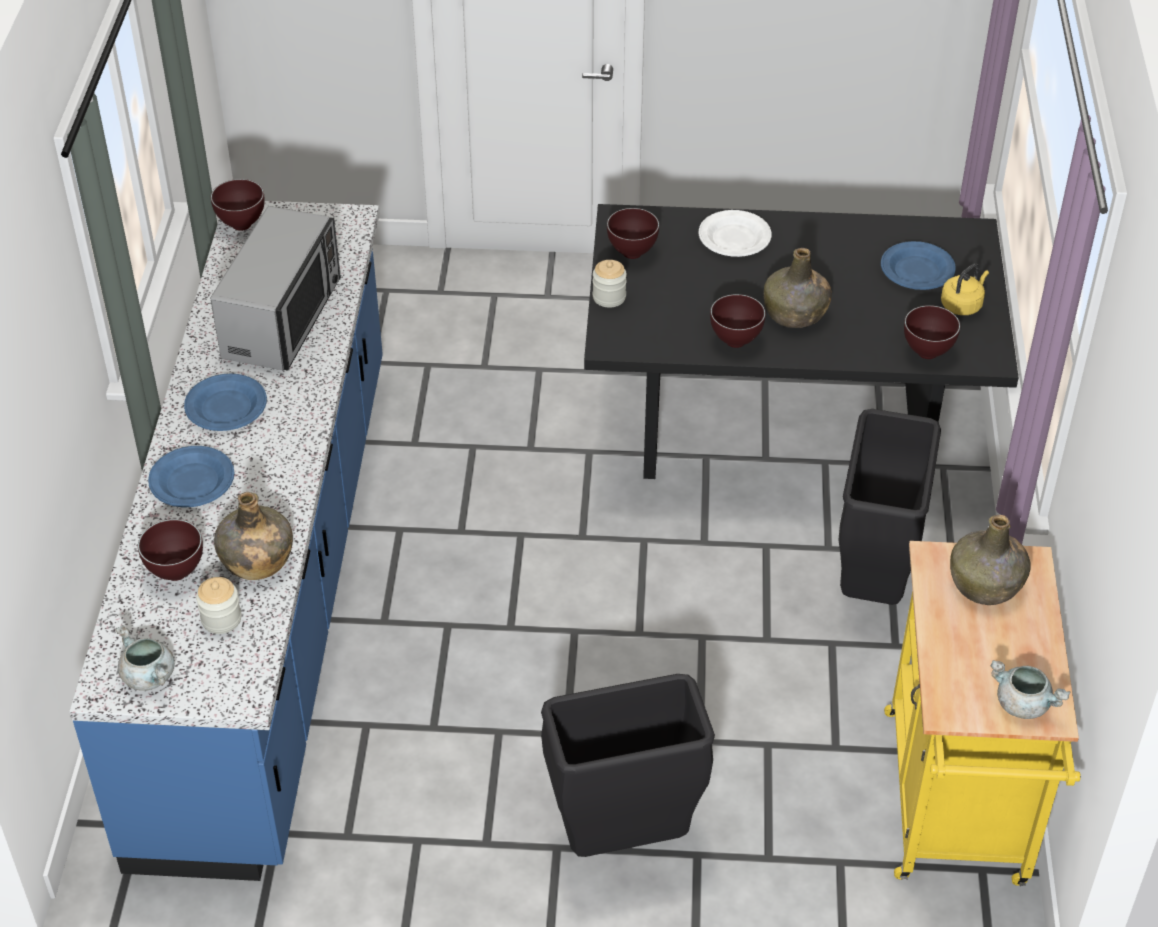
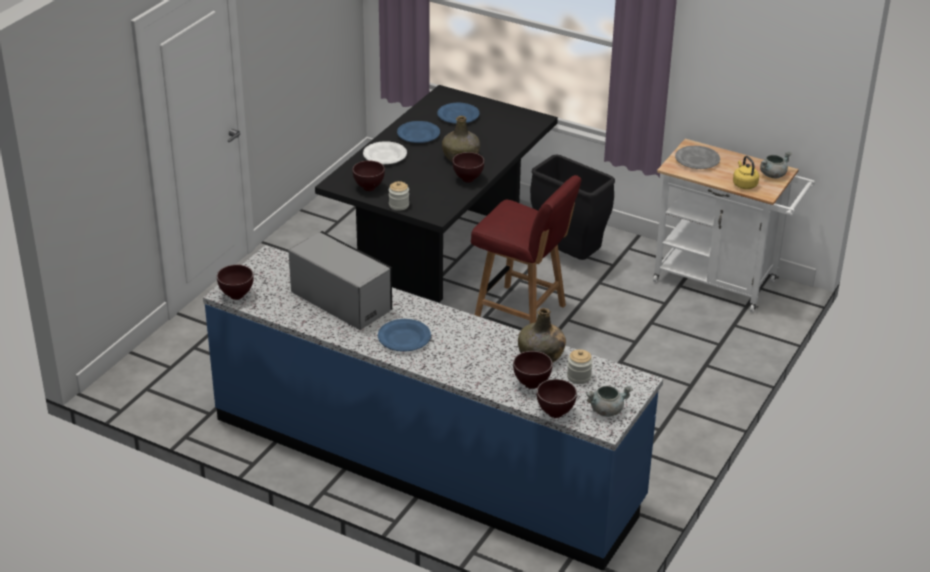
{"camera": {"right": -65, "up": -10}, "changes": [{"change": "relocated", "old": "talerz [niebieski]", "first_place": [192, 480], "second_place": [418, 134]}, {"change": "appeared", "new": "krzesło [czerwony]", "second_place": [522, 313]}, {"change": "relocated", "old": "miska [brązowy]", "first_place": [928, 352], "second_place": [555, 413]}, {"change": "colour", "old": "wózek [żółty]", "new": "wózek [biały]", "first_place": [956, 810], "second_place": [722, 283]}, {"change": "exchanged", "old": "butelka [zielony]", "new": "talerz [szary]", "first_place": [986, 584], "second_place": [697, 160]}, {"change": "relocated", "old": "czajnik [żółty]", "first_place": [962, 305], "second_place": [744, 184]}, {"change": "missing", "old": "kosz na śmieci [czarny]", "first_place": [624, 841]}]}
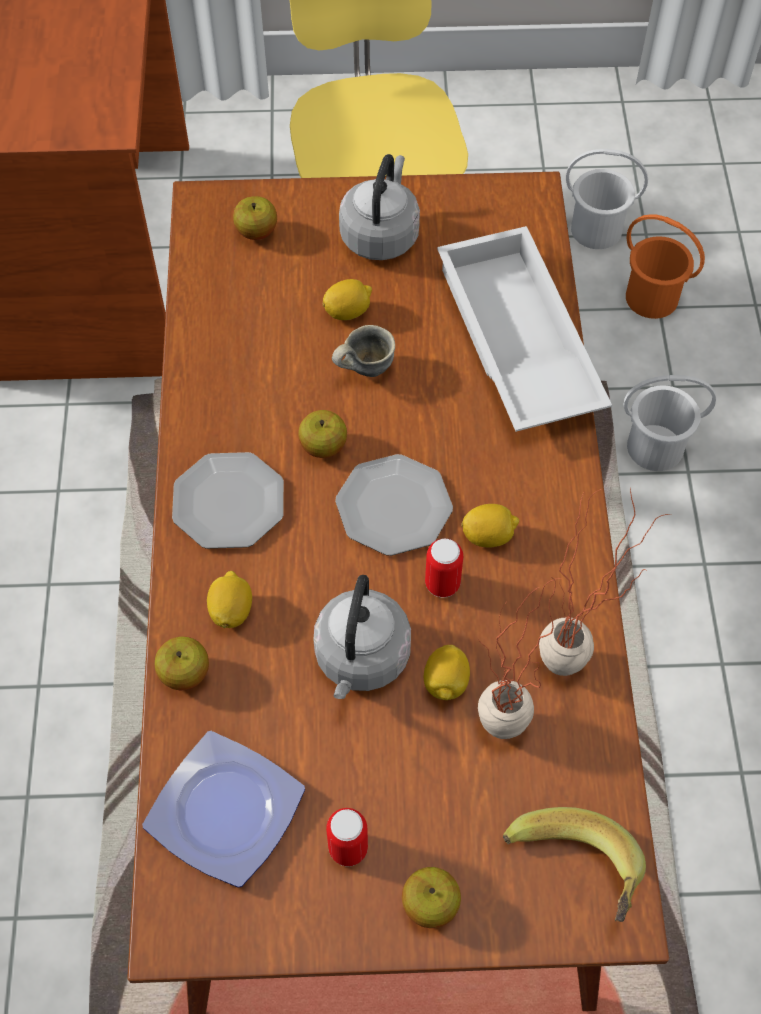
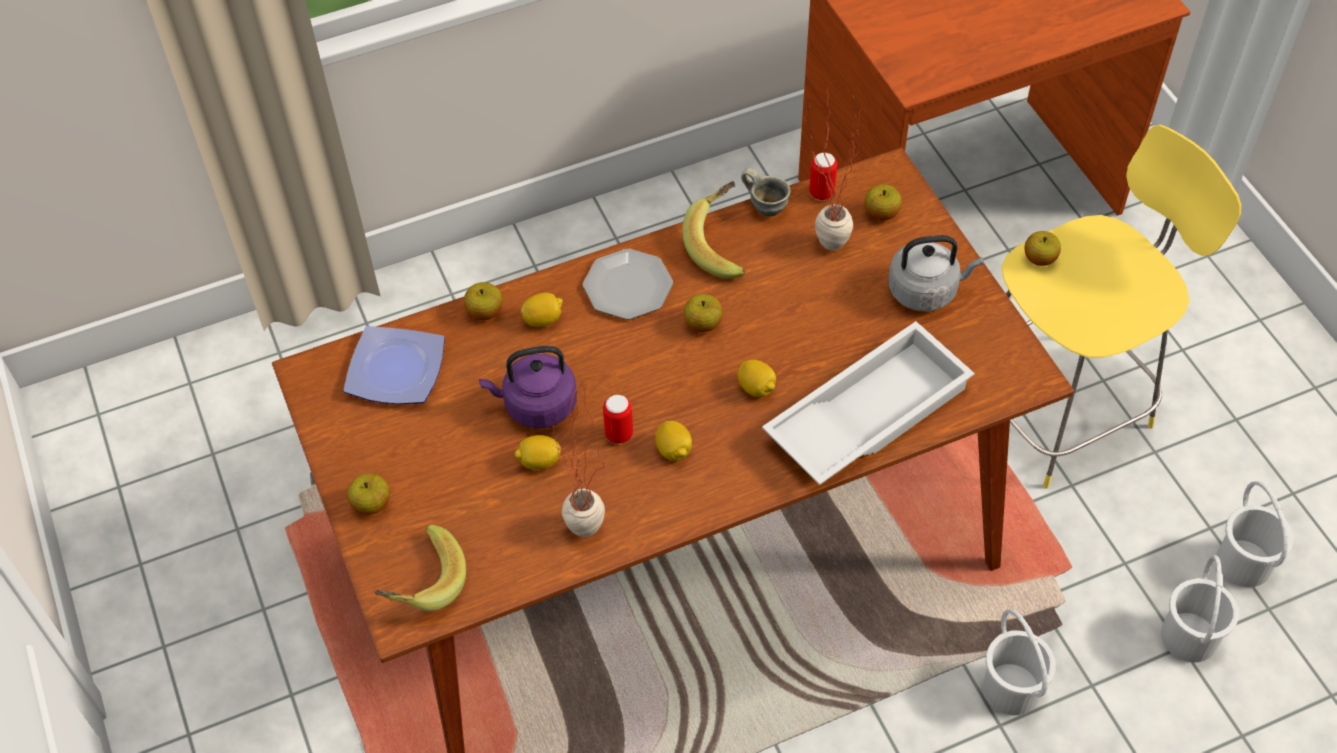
{"camera": {"right": 70, "up": -5}, "changes": [{"change": "colour", "old": "czajnik [szary]", "new": "czajnik [fioletowy]", "first_place": [361, 659], "second_place": [536, 406]}, {"change": "appeared", "new": "banan", "second_place": [723, 245]}, {"change": "relocated", "old": "cytryna", "first_place": [348, 311], "second_place": [756, 388]}, {"change": "relocated", "old": "kubek [szary]", "first_place": [364, 368], "second_place": [766, 206]}, {"change": "relocated", "old": "roślina doniczkowa", "first_place": [495, 740], "second_place": [820, 244]}, {"change": "relocated", "old": "puszka", "first_place": [348, 848], "second_place": [821, 193]}, {"change": "appeared", "new": "jabłko", "second_place": [1039, 258]}, {"change": "colour", "old": "wiadro [pomarańczowy]", "new": "wiadro [biały]", "first_place": [651, 297], "second_place": [1190, 636]}, {"change": "missing", "old": "talerz", "first_place": [395, 507]}]}
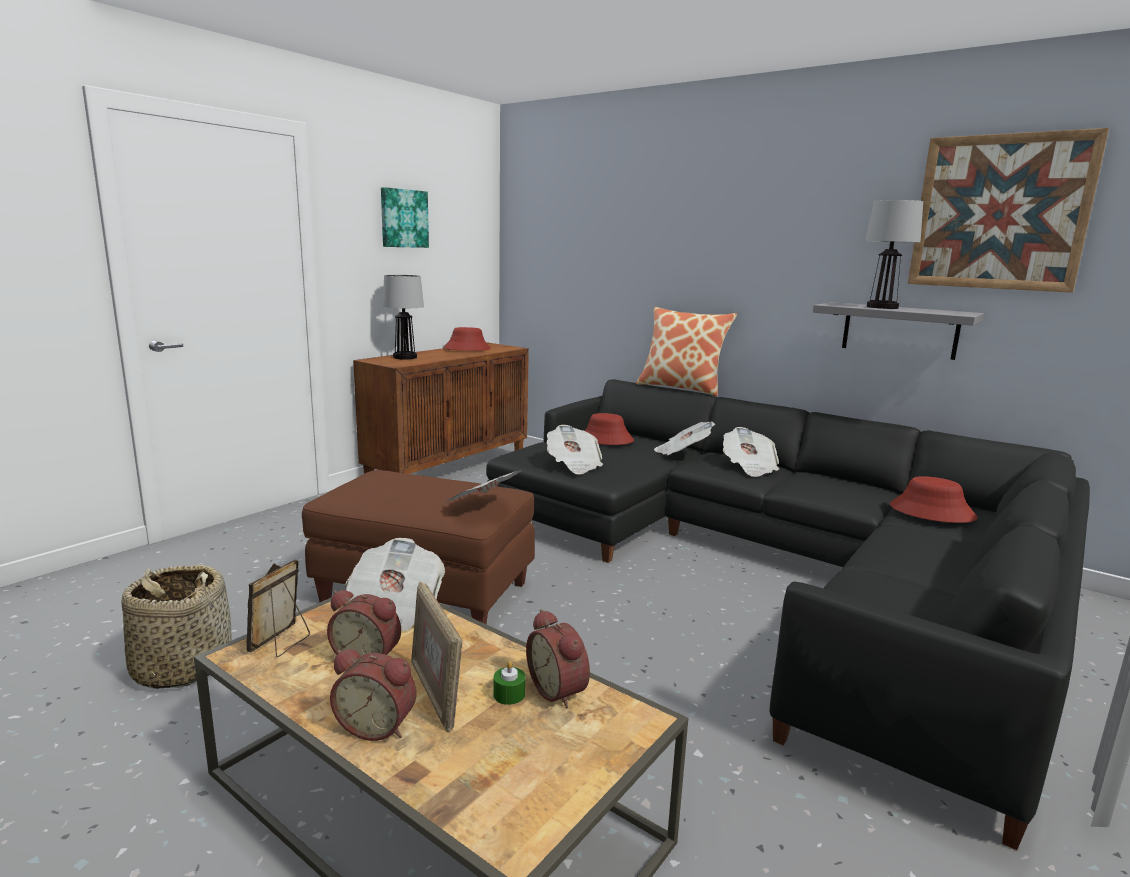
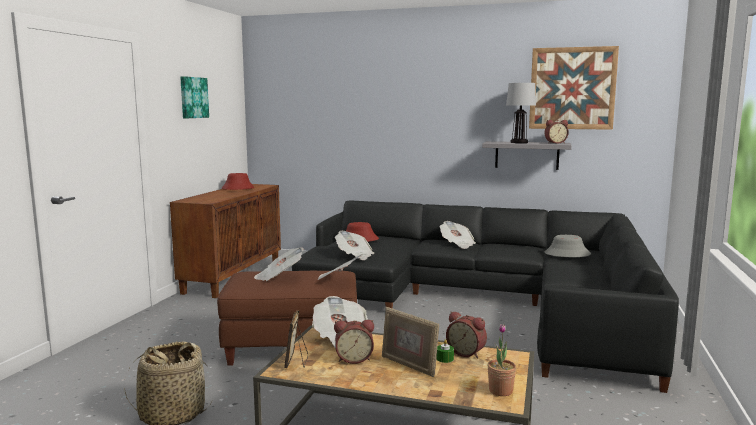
{"camera": {"right": -20, "up": -5}, "changes": [{"change": "relocated", "old": "gazeta", "first_place": [682, 453], "second_place": [279, 277]}, {"change": "appeared", "new": "roślina doniczkowa", "second_place": [500, 391]}, {"change": "relocated", "old": "budzik", "first_place": [377, 725], "second_place": [555, 143]}, {"change": "colour", "old": "kapelusz [czerwony]", "new": "kapelusz [szary]", "first_place": [931, 512], "second_place": [567, 254]}, {"change": "missing", "old": "lampa stołowa", "first_place": [404, 357]}, {"change": "missing", "old": "poduszka", "first_place": [681, 388]}]}
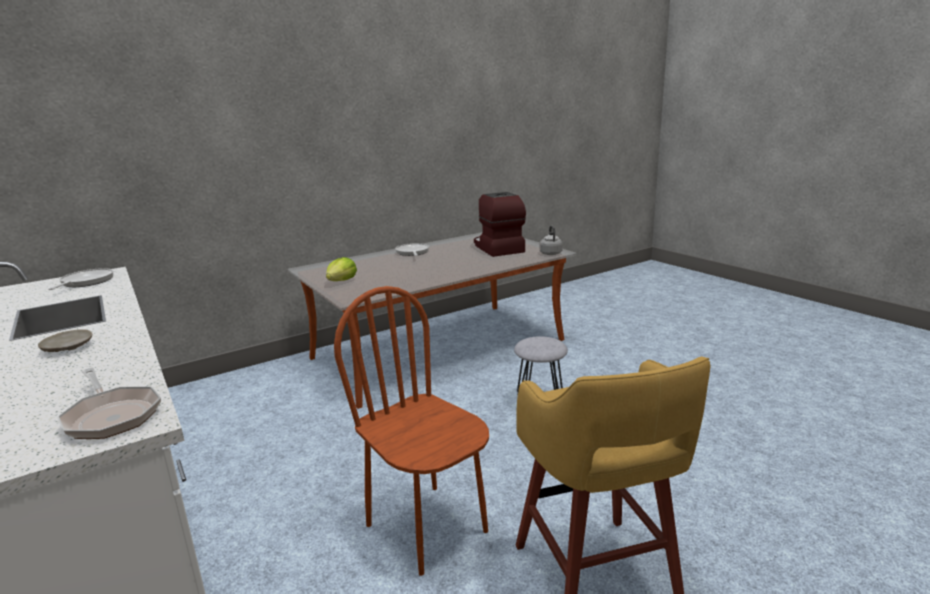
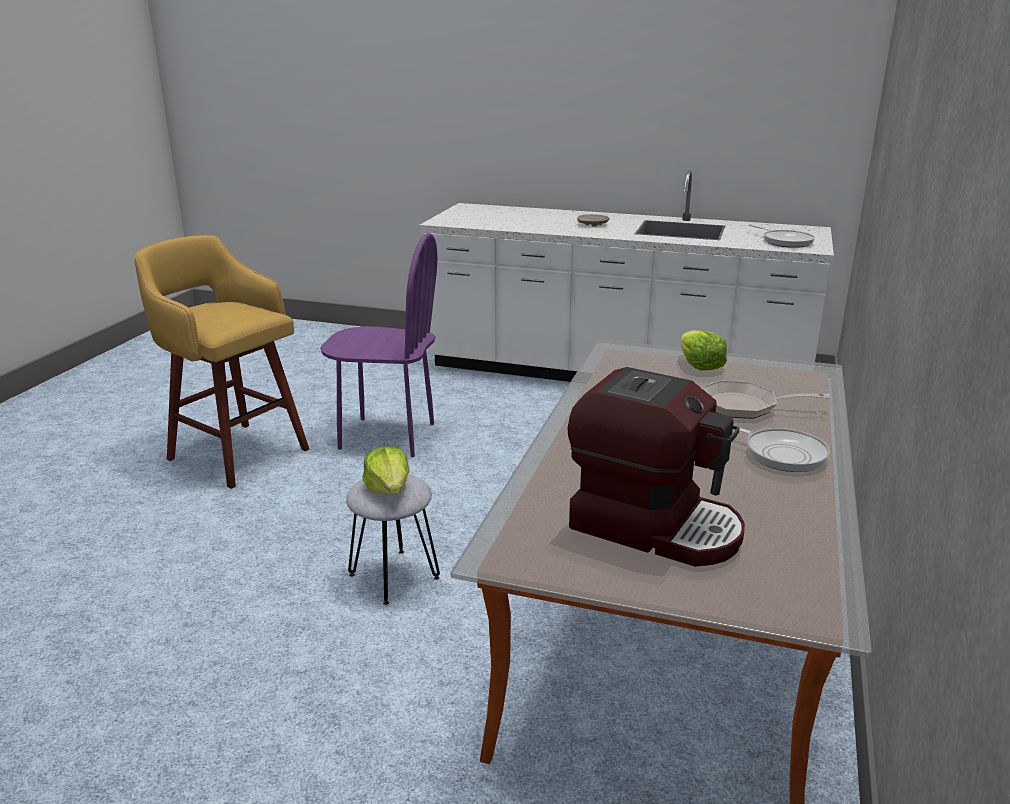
{"camera": {"right": 140, "up": 5}, "changes": [{"change": "colour", "old": "krzesło [brązowy]", "new": "krzesło [fioletowy]", "first_place": [427, 527], "second_place": [387, 436]}, {"change": "appeared", "new": "sałata", "second_place": [388, 489]}, {"change": "relocated", "old": "patelnia", "first_place": [111, 415], "second_place": [745, 406]}, {"change": "missing", "old": "czajnik [szary]", "first_place": [550, 253]}]}
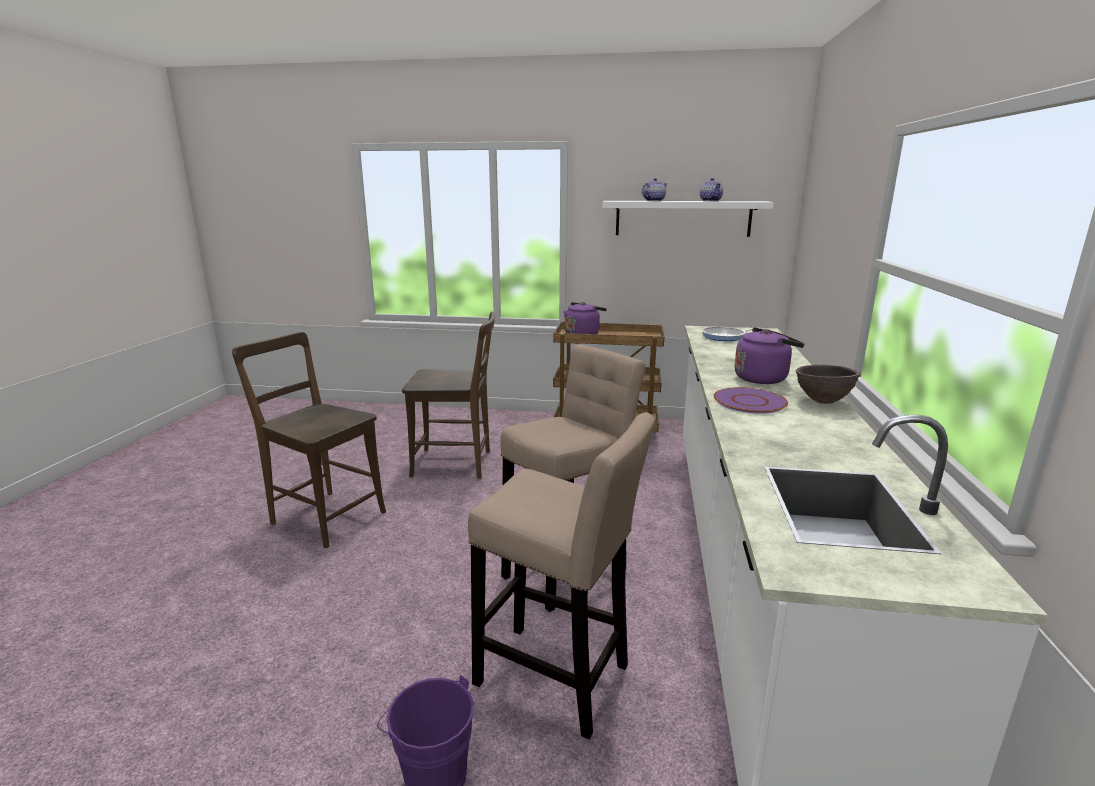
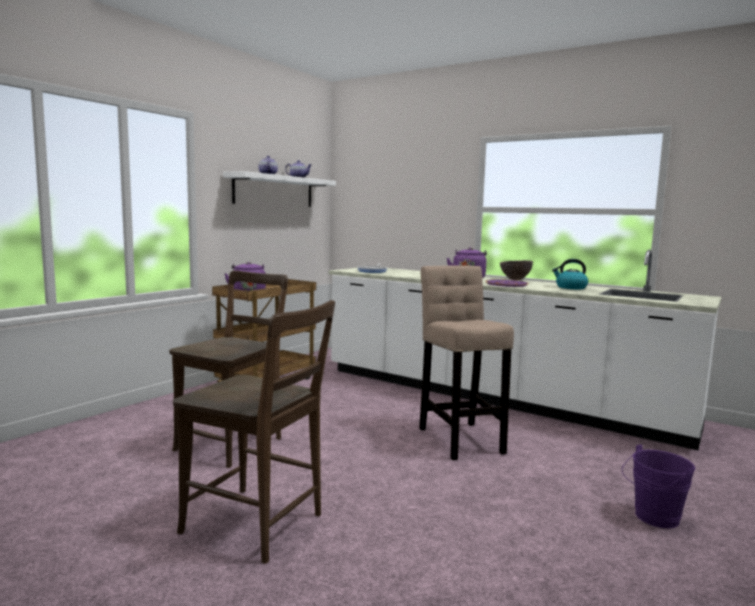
{"camera": {"right": -65, "up": -10}, "changes": [{"change": "spun", "old": "krzesło [brązowy]", "first_place": [324, 516], "second_place": [258, 525], "degrees": -120}, {"change": "appeared", "new": "czajnik", "second_place": [570, 287]}, {"change": "missing", "old": "stołek [beżowy]", "first_place": [558, 680]}]}
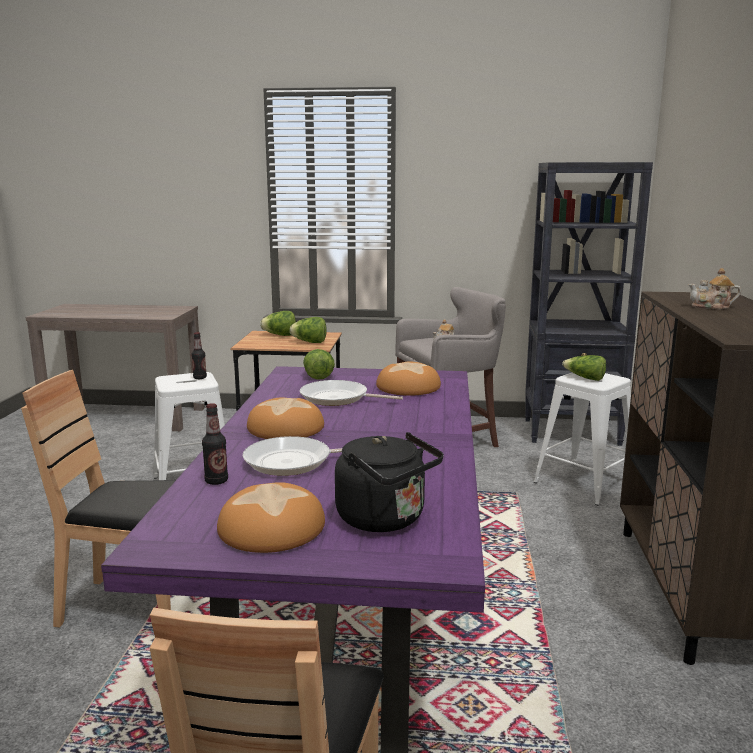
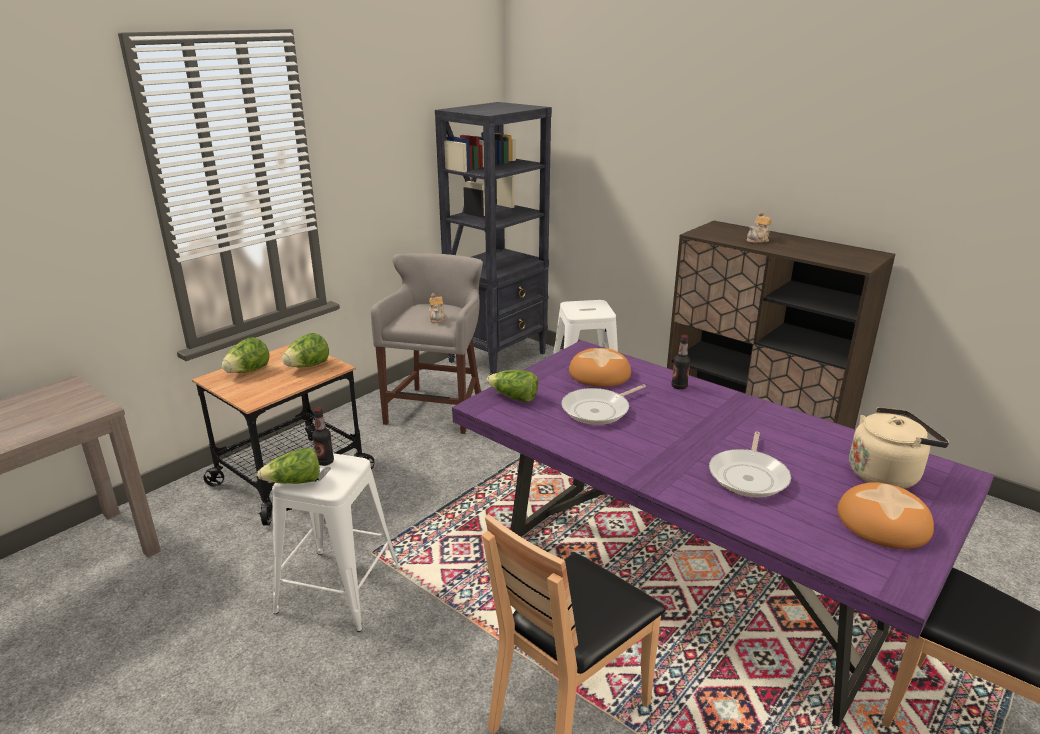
{"camera": {"right": -55, "up": 10}, "changes": [{"change": "relocated", "old": "sałata", "first_place": [584, 378], "second_place": [294, 482]}, {"change": "relocated", "old": "butelka", "first_place": [216, 481], "second_place": [679, 386]}, {"change": "colour", "old": "czajnik [czarny]", "new": "czajnik [beżowy]", "first_place": [385, 519], "second_place": [886, 474]}, {"change": "missing", "old": "chleb", "first_place": [286, 428]}]}
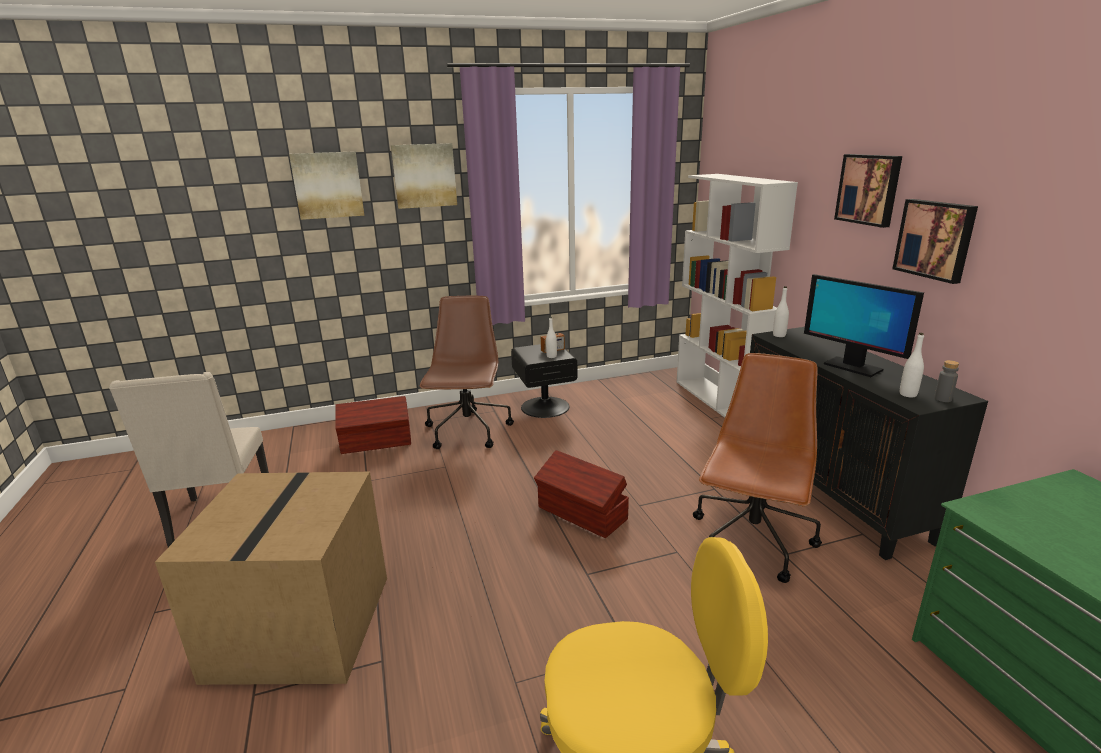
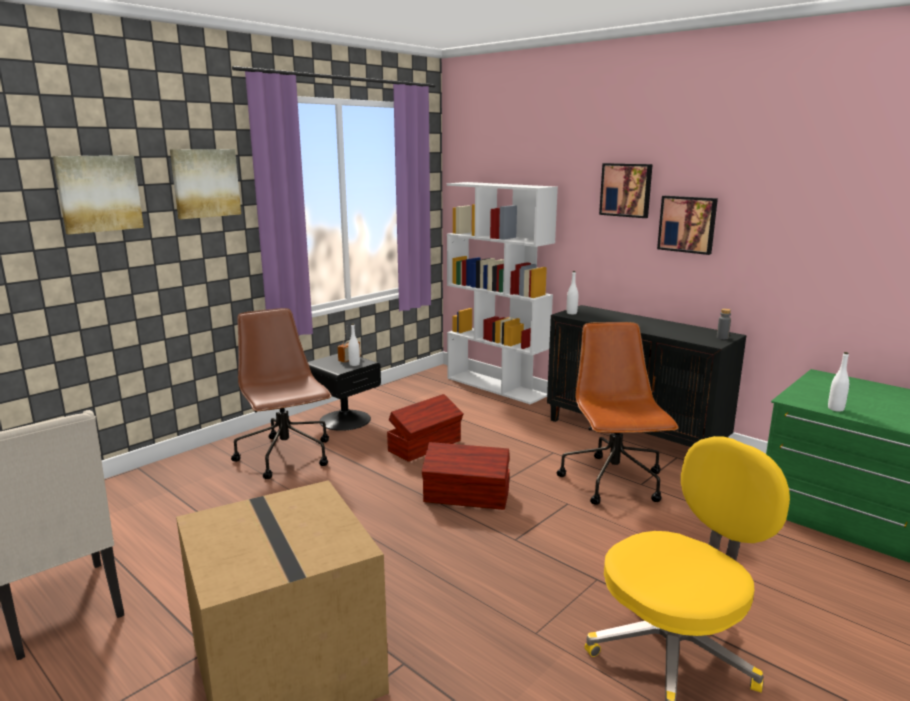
{"camera": {"right": -30, "up": -5}, "changes": [{"change": "relocated", "old": "pojemnik do przechowywania [brązowy]", "first_place": [377, 442], "second_place": [426, 446]}, {"change": "relocated", "old": "butelka [biały]", "first_place": [908, 394], "second_place": [835, 409]}, {"change": "missing", "old": "monitor", "first_place": [852, 367]}]}
